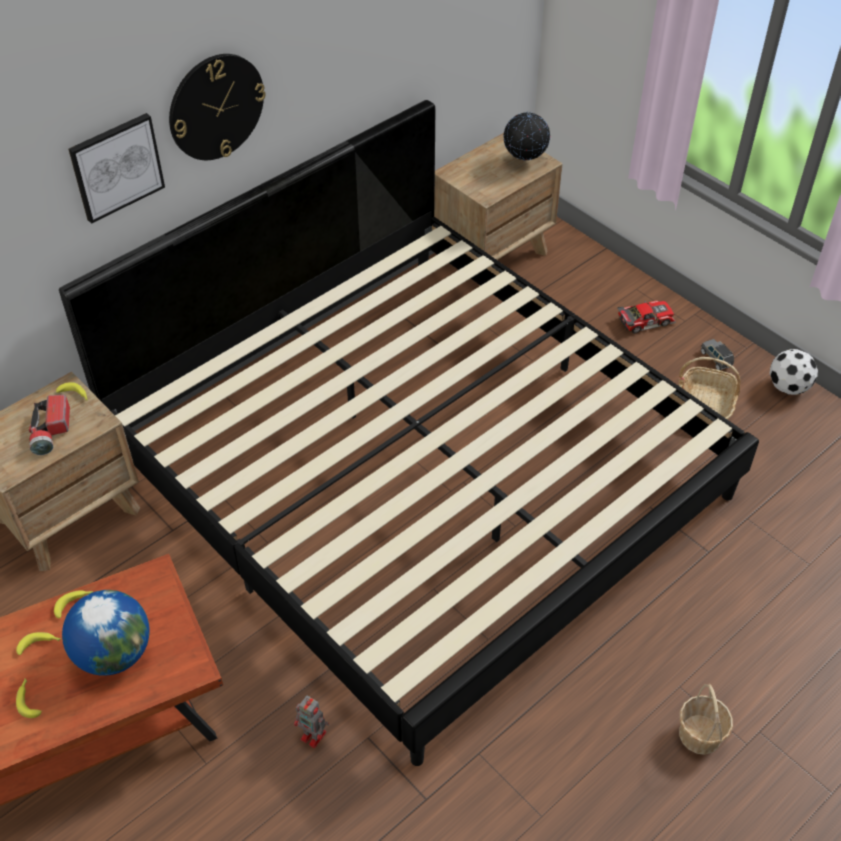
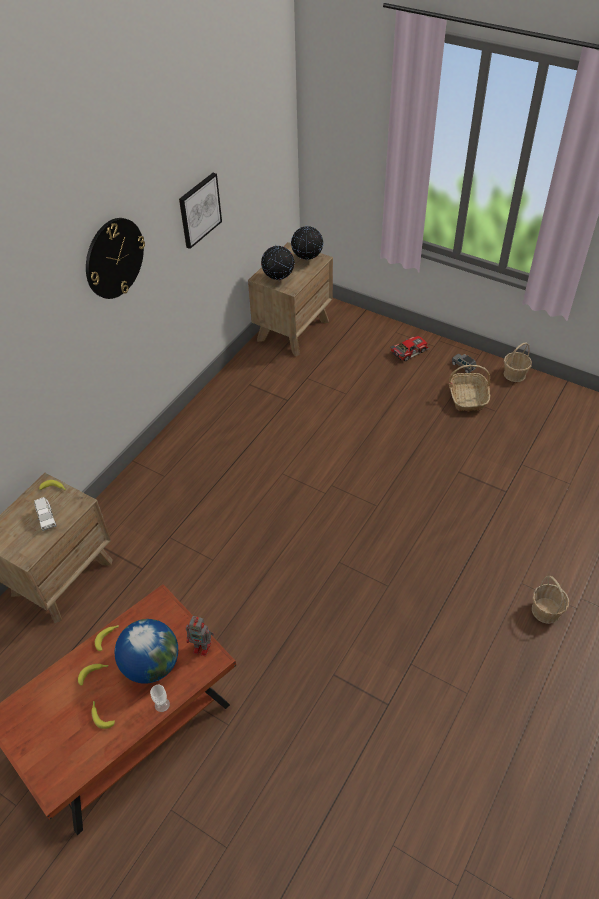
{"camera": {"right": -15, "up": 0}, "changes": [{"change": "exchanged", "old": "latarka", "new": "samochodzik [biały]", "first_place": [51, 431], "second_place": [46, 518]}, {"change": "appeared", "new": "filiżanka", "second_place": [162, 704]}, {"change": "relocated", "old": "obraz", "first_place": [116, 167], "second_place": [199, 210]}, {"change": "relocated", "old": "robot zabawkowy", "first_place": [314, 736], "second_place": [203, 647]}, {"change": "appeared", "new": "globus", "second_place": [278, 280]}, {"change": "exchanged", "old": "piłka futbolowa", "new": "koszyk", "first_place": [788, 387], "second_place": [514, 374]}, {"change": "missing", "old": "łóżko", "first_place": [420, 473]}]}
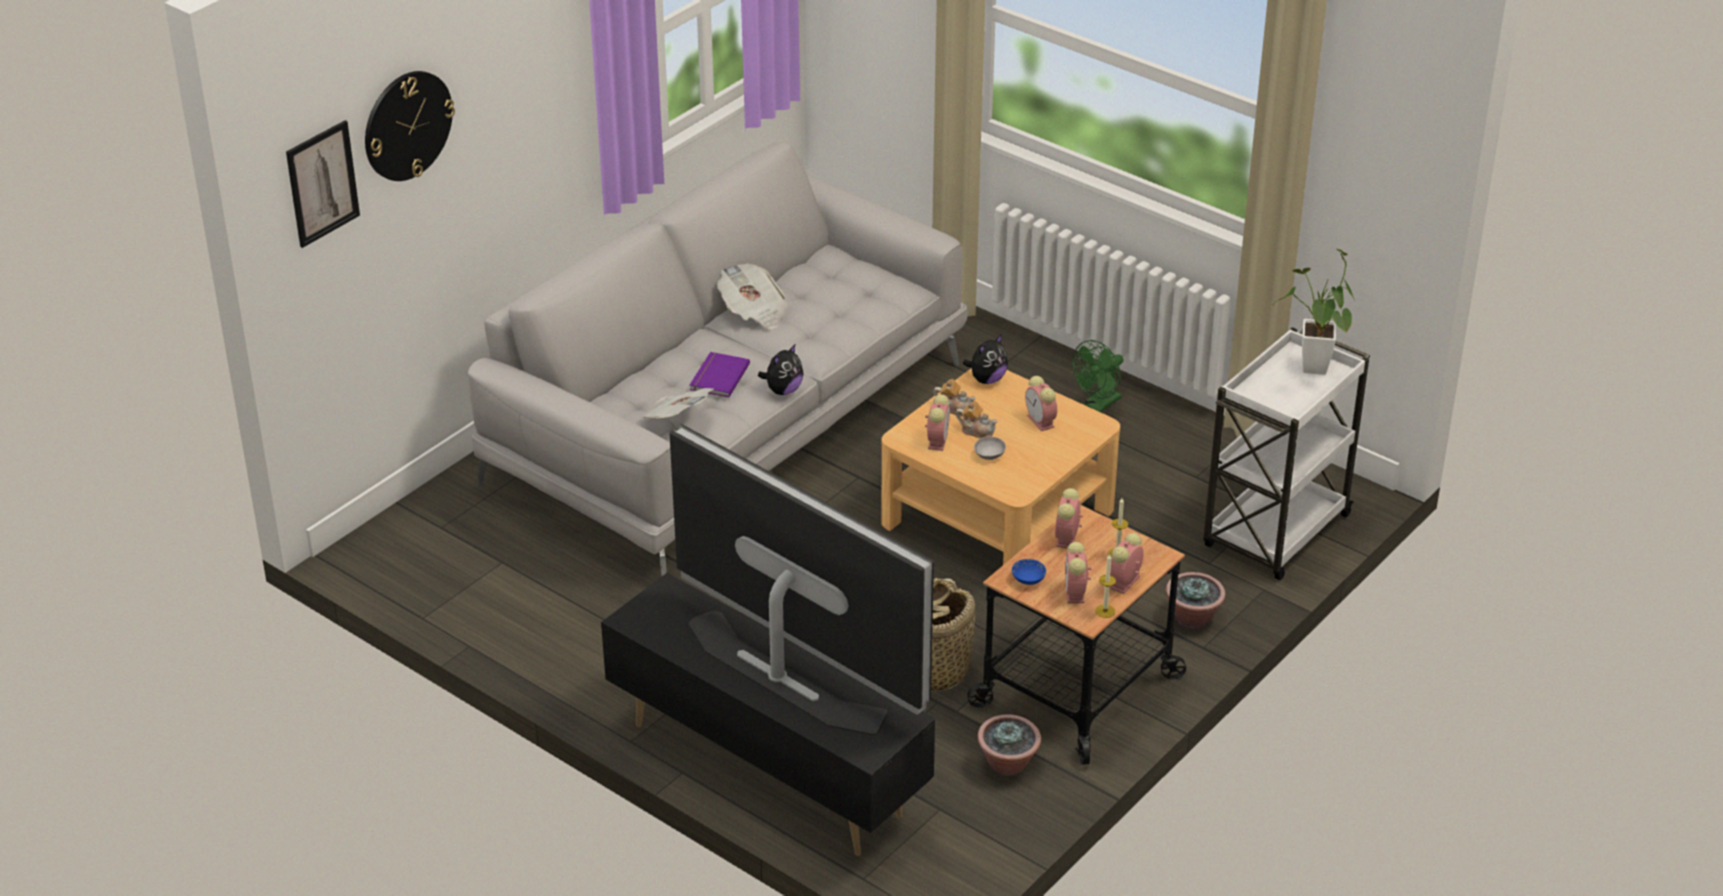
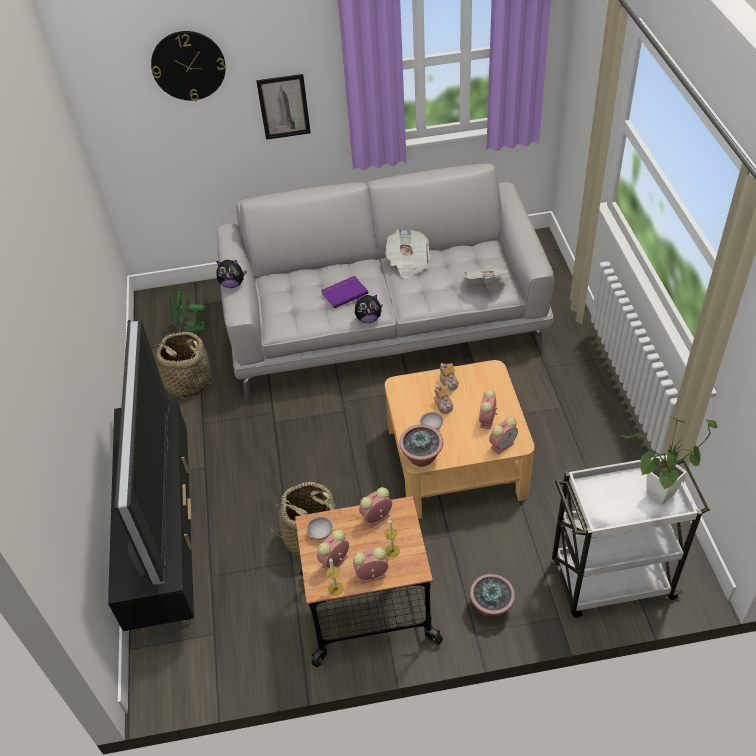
{"camera": {"right": 45, "up": 10}, "changes": [{"change": "appeared", "new": "koszyk", "second_place": [188, 381]}, {"change": "relocated", "old": "wentylator [zielony]", "first_place": [1098, 405], "second_place": [190, 329]}, {"change": "relocated", "old": "pluszak", "first_place": [987, 379], "second_place": [232, 284]}, {"change": "relocated", "old": "obraz", "first_place": [322, 183], "second_place": [284, 107]}, {"change": "colour", "old": "miska [niebieski]", "new": "miska [szary]", "first_place": [1028, 579], "second_place": [320, 532]}, {"change": "relocated", "old": "roślina doniczkowa", "first_place": [1008, 764], "second_place": [422, 458]}, {"change": "relocated", "old": "gazeta", "first_place": [677, 419], "second_place": [485, 282]}, {"change": "relocated", "old": "budzik", "first_place": [937, 440], "second_place": [503, 445]}]}
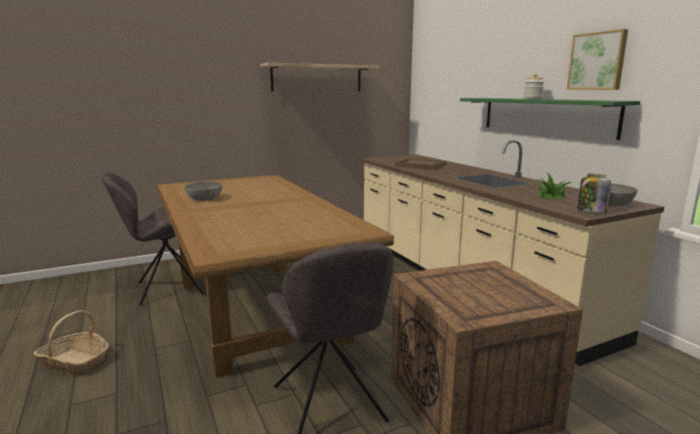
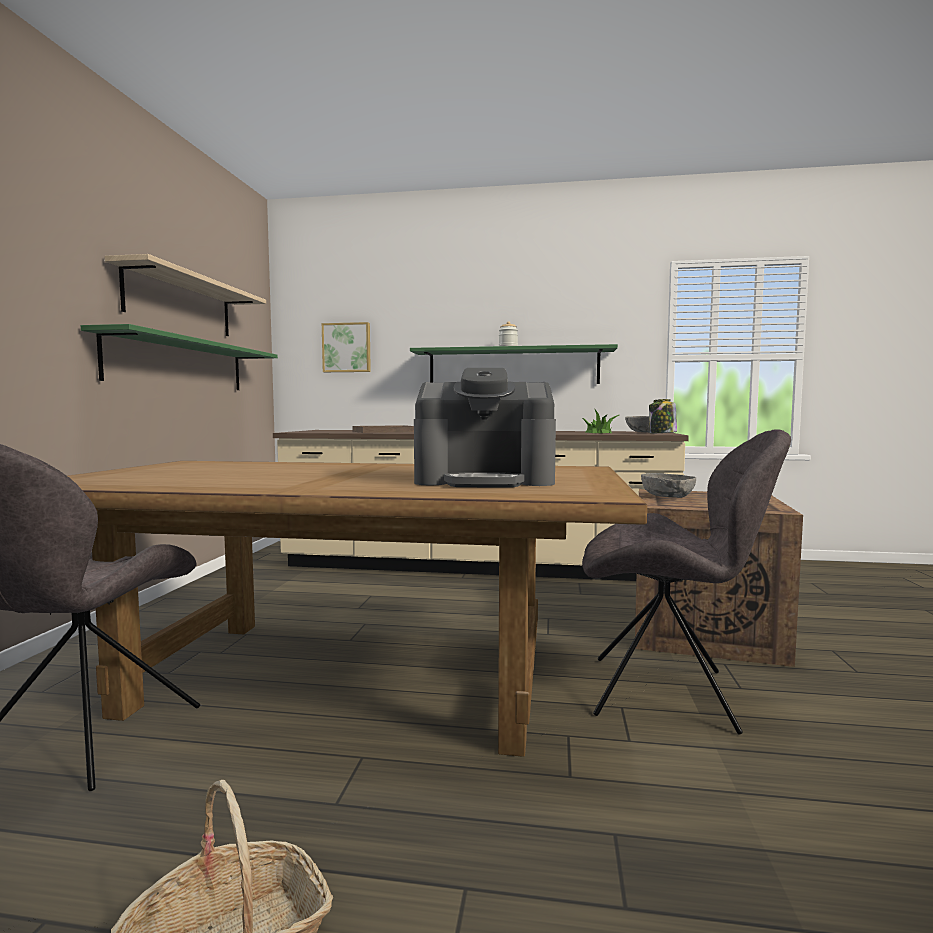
{"camera": {"right": -55, "up": -10}, "changes": [{"change": "appeared", "new": "półka [zielony]", "second_place": [180, 364]}, {"change": "relocated", "old": "obraz", "first_place": [597, 61], "second_place": [347, 348]}, {"change": "appeared", "new": "ekspres do kawy", "second_place": [485, 480]}, {"change": "relocated", "old": "miska [szary]", "first_place": [204, 199], "second_place": [667, 496]}]}
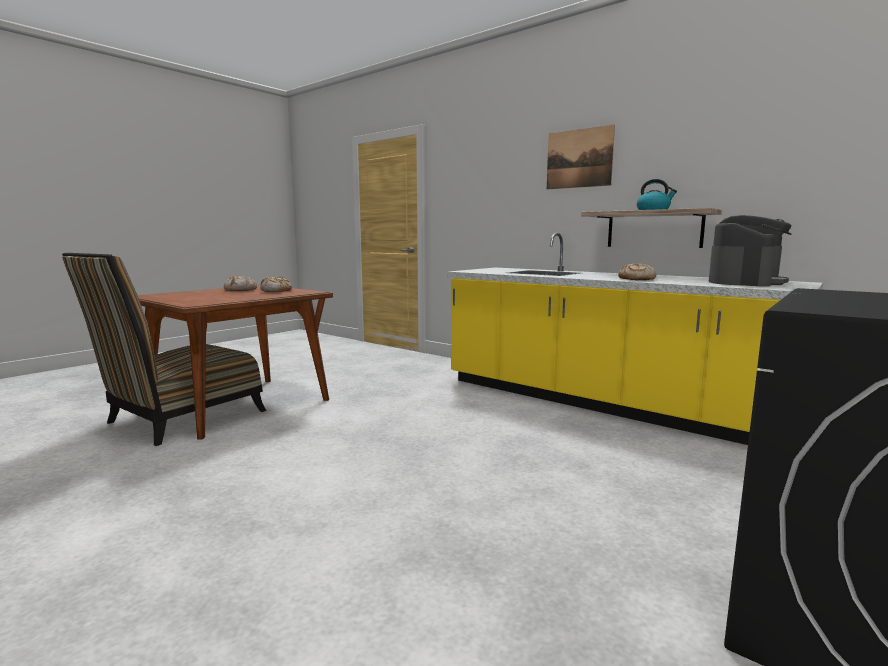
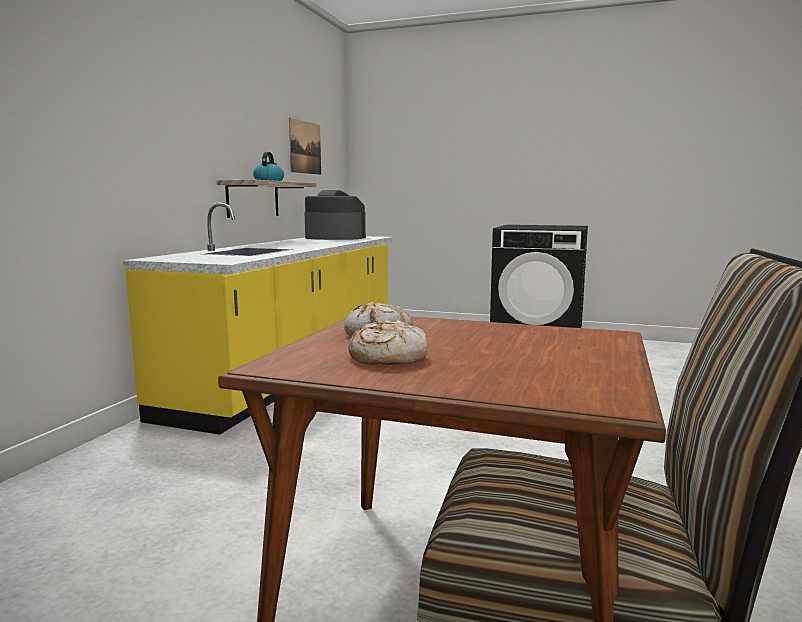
{"camera": {"right": -110, "up": 0}, "changes": [{"change": "relocated", "old": "obraz", "first_place": [579, 158], "second_place": [305, 147]}, {"change": "missing", "old": "chleb", "first_place": [636, 279]}]}
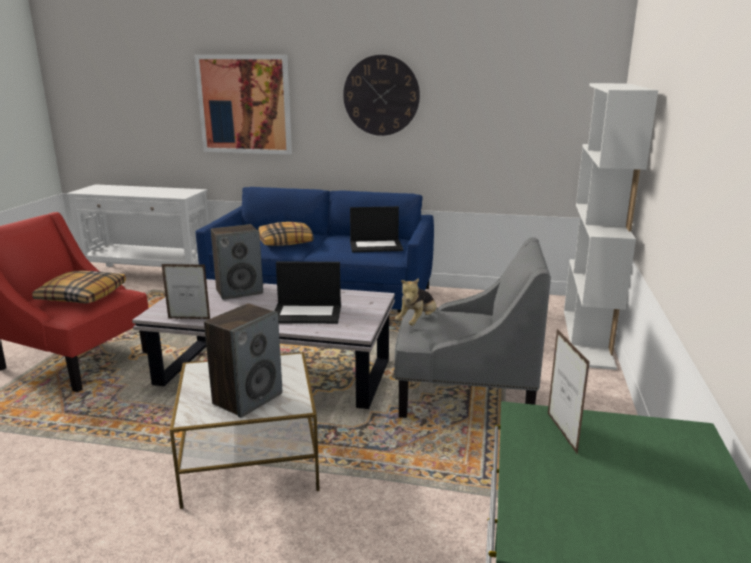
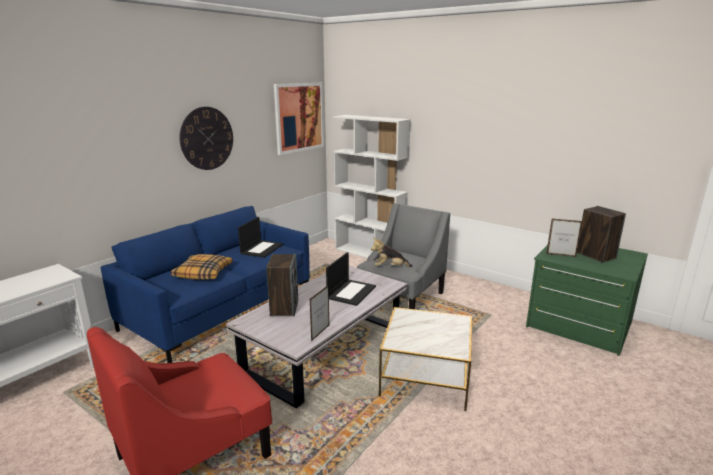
{"camera": {"right": -65, "up": 0}, "changes": [{"change": "relocated", "old": "obraz", "first_place": [244, 104], "second_place": [299, 117]}, {"change": "spun", "old": "pluszak", "first_place": [417, 322], "second_place": [390, 267], "degrees": 120}, {"change": "relocated", "old": "głośnik", "first_place": [248, 398], "second_place": [595, 255]}, {"change": "missing", "old": "poduszka", "first_place": [82, 296]}]}
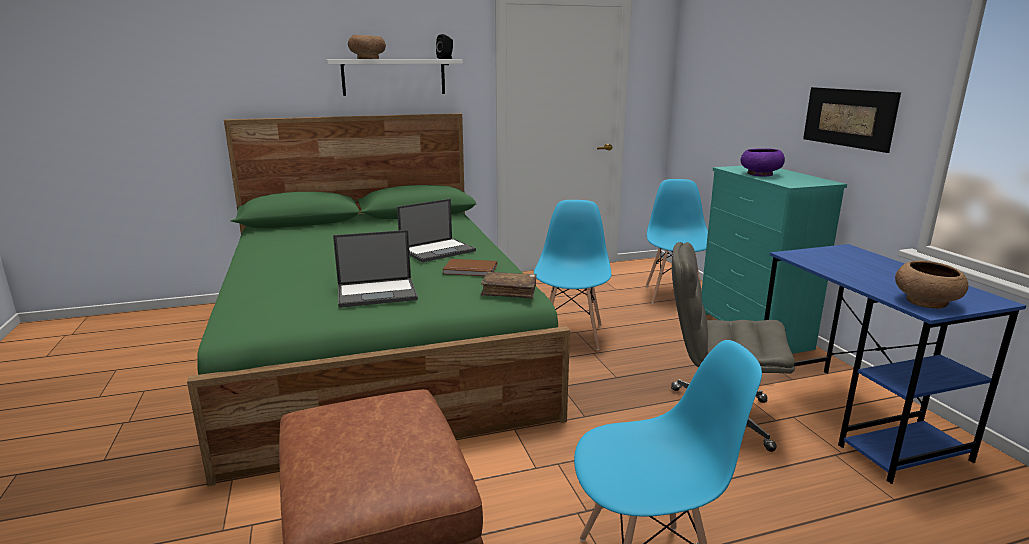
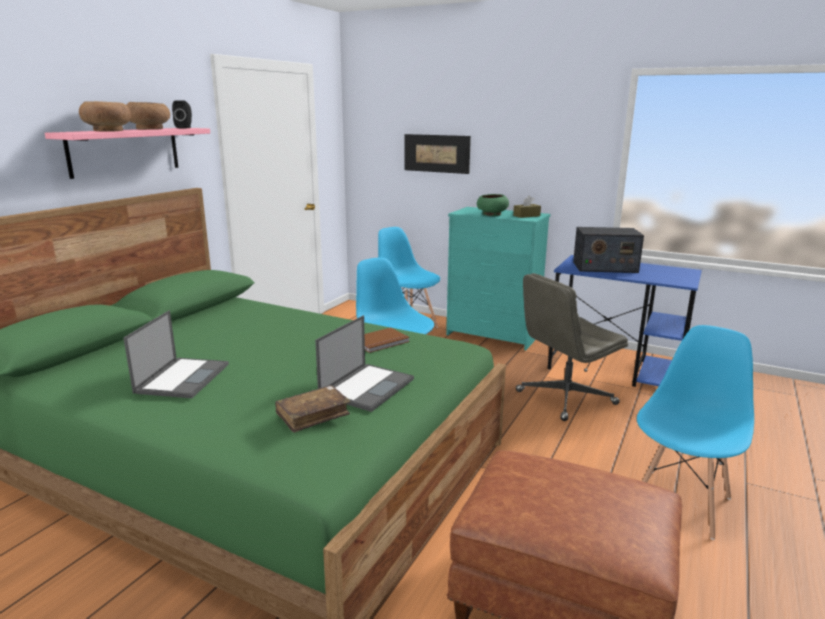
{"camera": {"right": -45, "up": 0}, "changes": [{"change": "colour", "old": "półka [biały]", "new": "półka [różowy]", "first_place": [394, 77], "second_place": [125, 151]}, {"change": "relocated", "old": "laptop", "first_place": [438, 250], "second_place": [183, 377]}, {"change": "relocated", "old": "miska [brązowy]", "first_place": [926, 302], "second_place": [150, 129]}, {"change": "relocated", "old": "książka [brązowy]", "first_place": [509, 291], "second_place": [313, 415]}, {"change": "relocated", "old": "obraz", "first_place": [848, 117], "second_place": [436, 153]}, {"change": "colour", "old": "miska [fioletowy]", "new": "miska [zielony]", "first_place": [759, 174], "second_place": [491, 214]}, {"change": "appeared", "new": "pudełko chusteczek [brązowy]", "second_place": [526, 216]}, {"change": "appeared", "new": "radio", "second_place": [604, 267]}]}
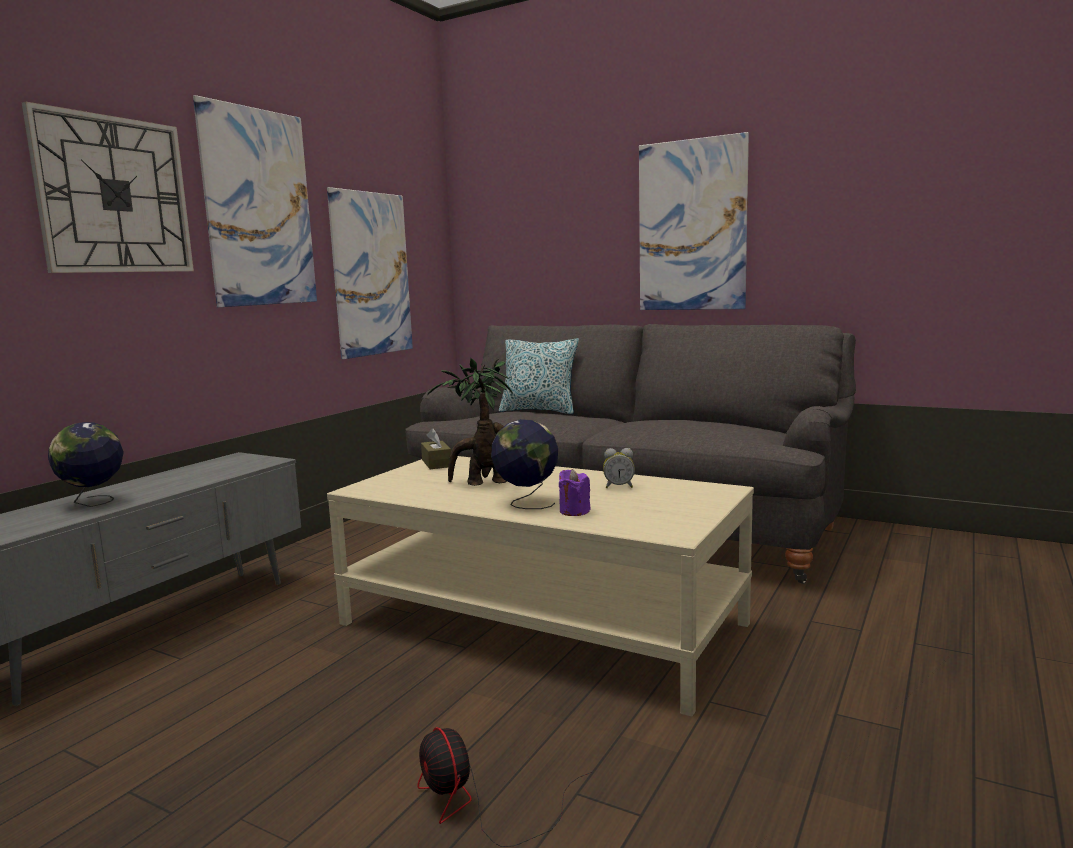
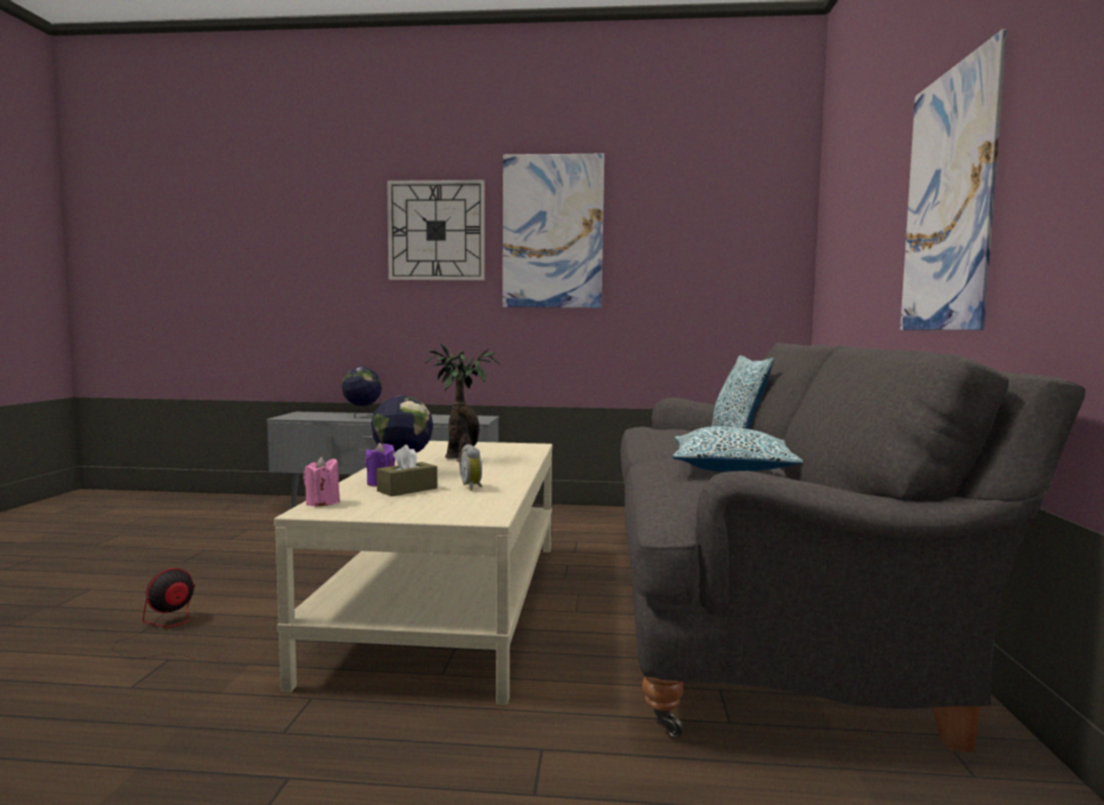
{"camera": {"right": 65, "up": -5}, "changes": [{"change": "appeared", "new": "świeca [różowy]", "second_place": [322, 503]}, {"change": "relocated", "old": "pudełko chusteczek [brązowy]", "first_place": [436, 463], "second_place": [407, 489]}, {"change": "appeared", "new": "poduszka", "second_place": [732, 468]}, {"change": "missing", "old": "obraz", "first_place": [372, 274]}]}
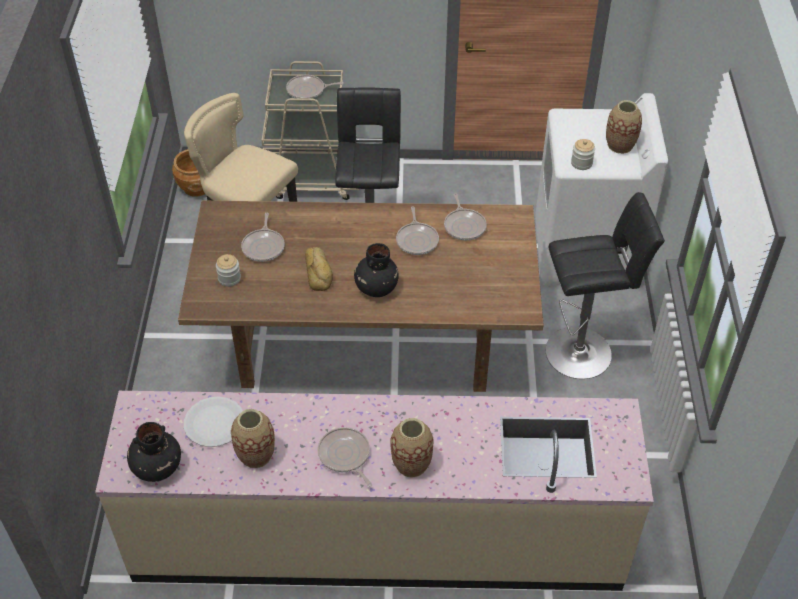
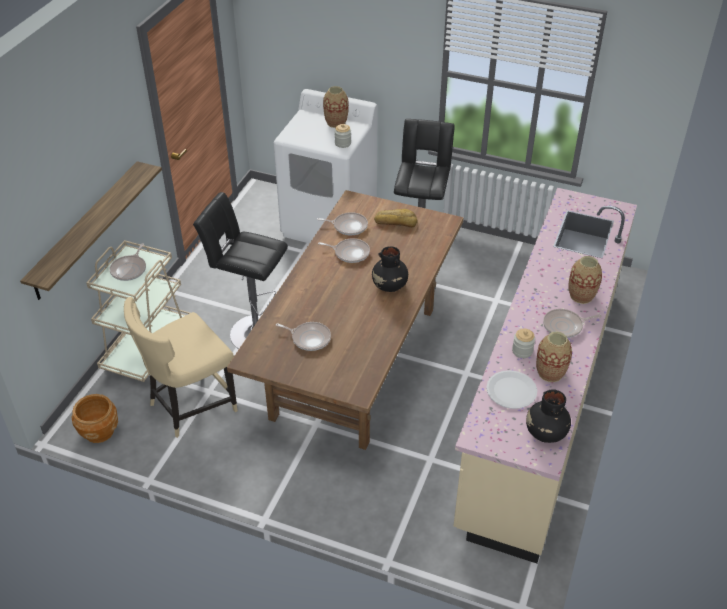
{"camera": {"right": -70, "up": -5}, "changes": [{"change": "appeared", "new": "półka", "second_place": [86, 230]}, {"change": "relocated", "old": "chleb", "first_place": [318, 271], "second_place": [396, 221]}, {"change": "relocated", "old": "słoik", "first_place": [229, 278], "second_place": [522, 351]}]}
